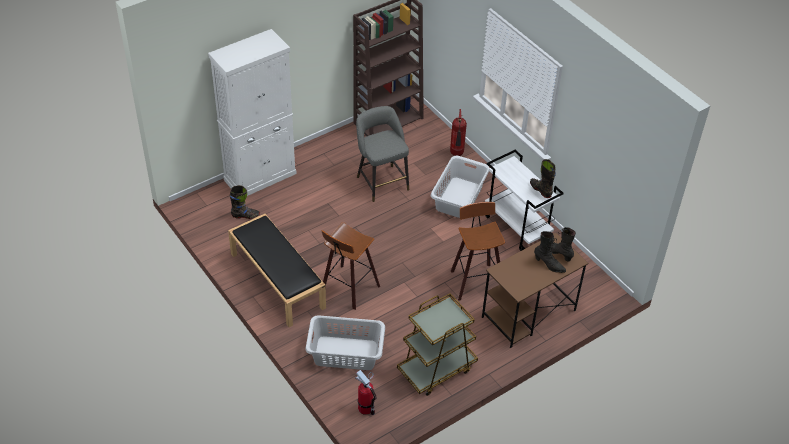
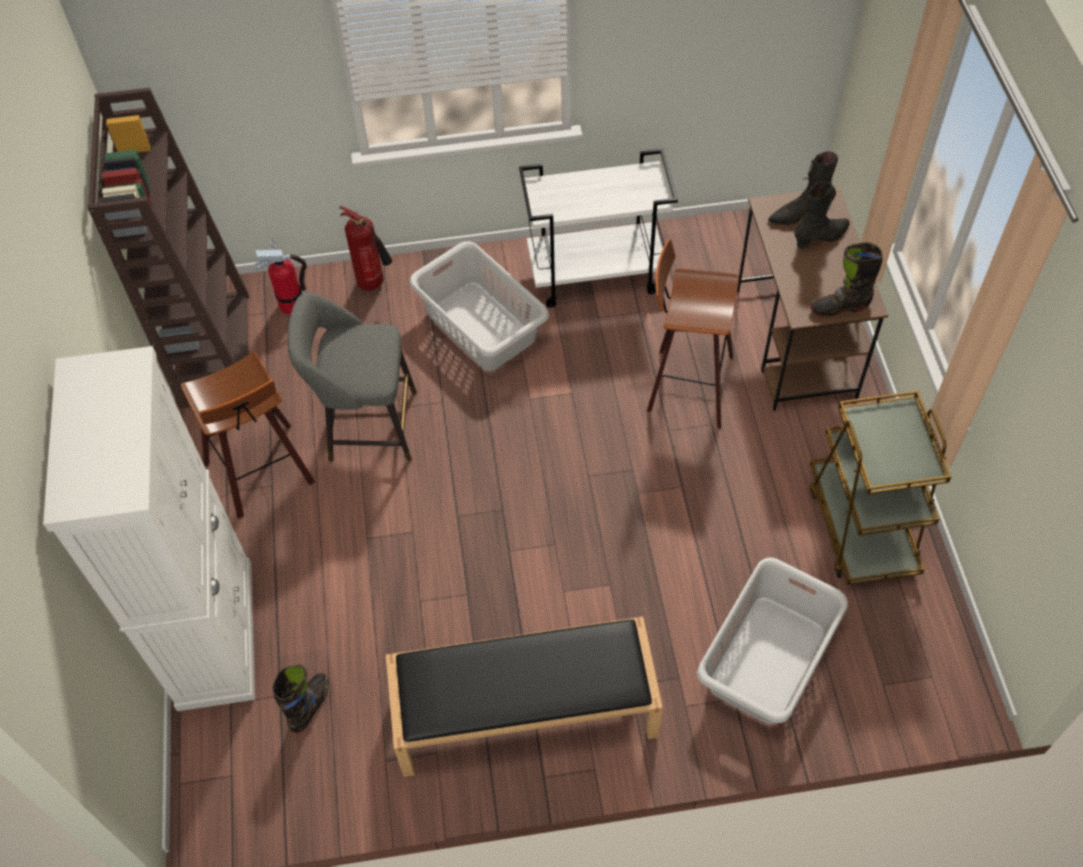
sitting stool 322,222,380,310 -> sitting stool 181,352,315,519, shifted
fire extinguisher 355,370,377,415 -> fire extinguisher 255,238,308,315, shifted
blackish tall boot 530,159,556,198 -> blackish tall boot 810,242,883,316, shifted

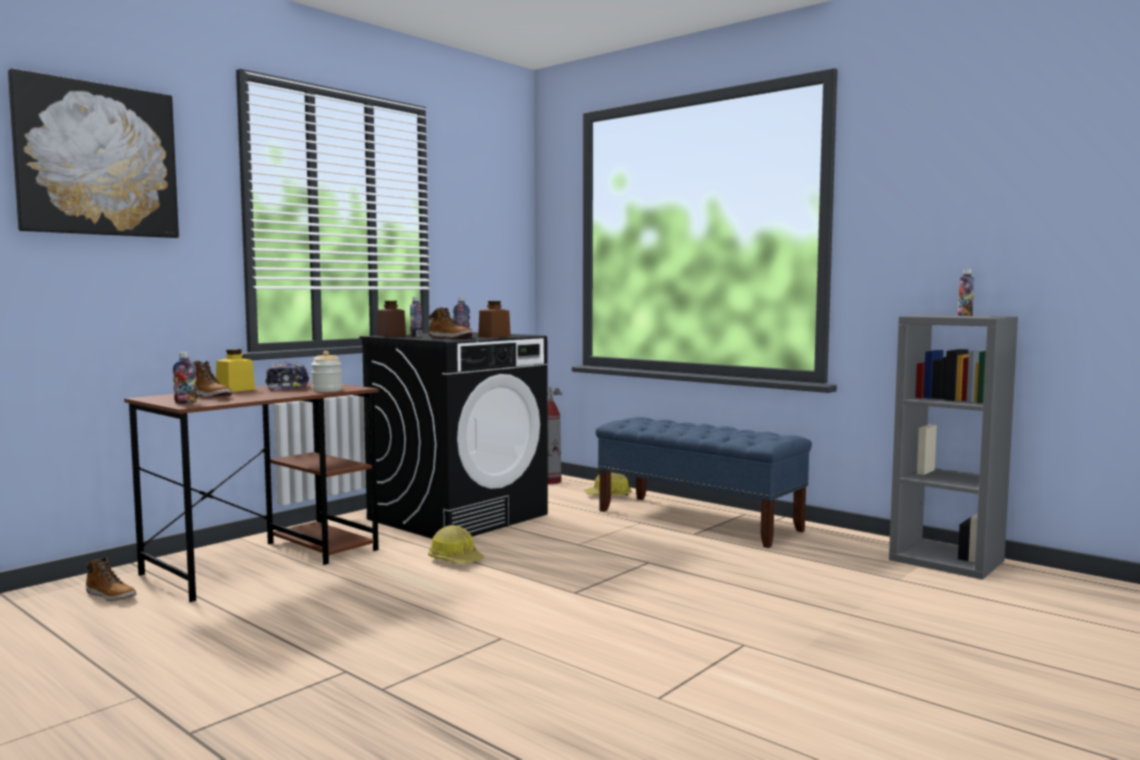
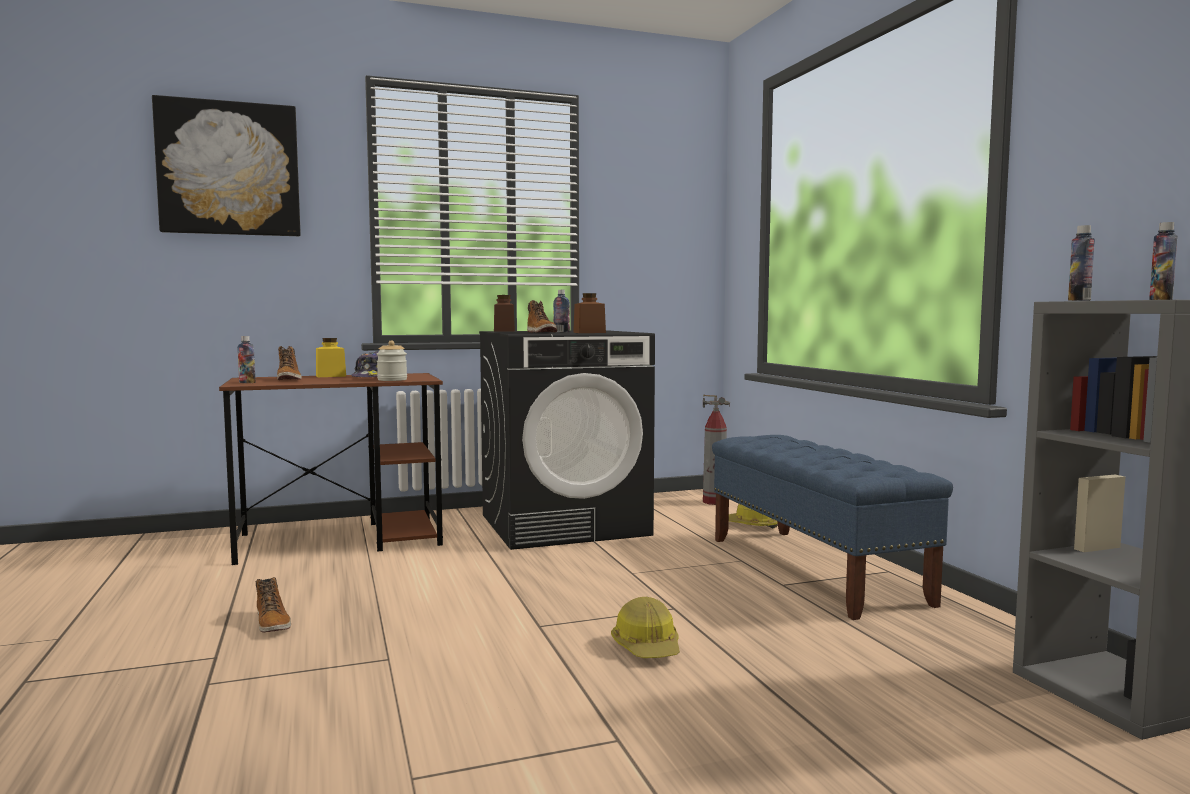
tall boot 86,557,136,601 -> tall boot 256,577,291,633, shifted
drink bottle 410,297,422,337 -> drink bottle 1068,225,1095,301, shifted
hard hat 428,525,484,564 -> hard hat 611,597,680,658, shifted

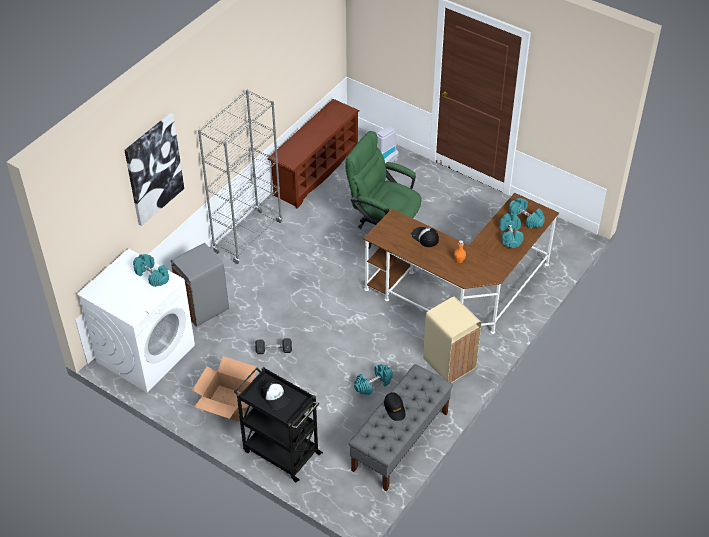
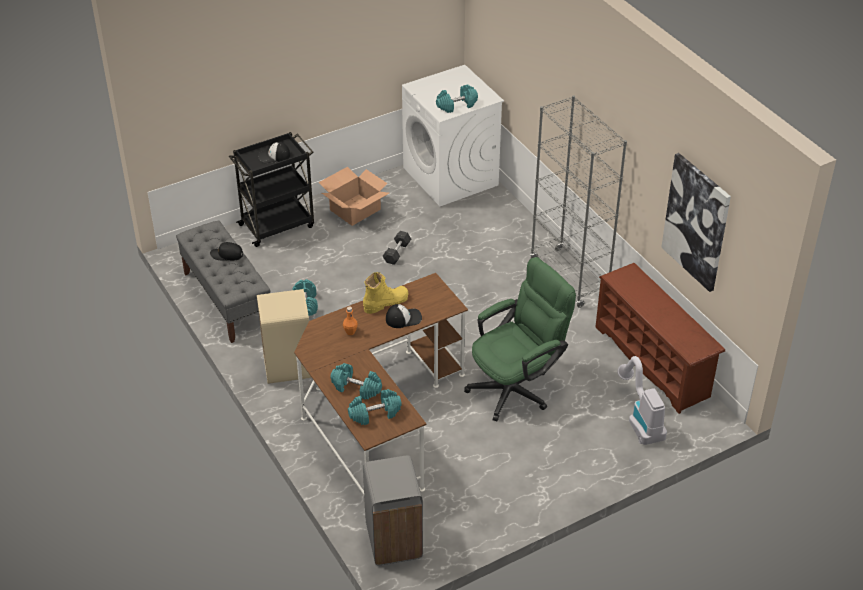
wall art 124,113,184,226 -> wall art 661,153,731,292, shifted
greyish rubbish bin 171,243,229,327 -> greyish rubbish bin 363,456,423,565, shifted
none -> yellow tall boot 363,272,409,314

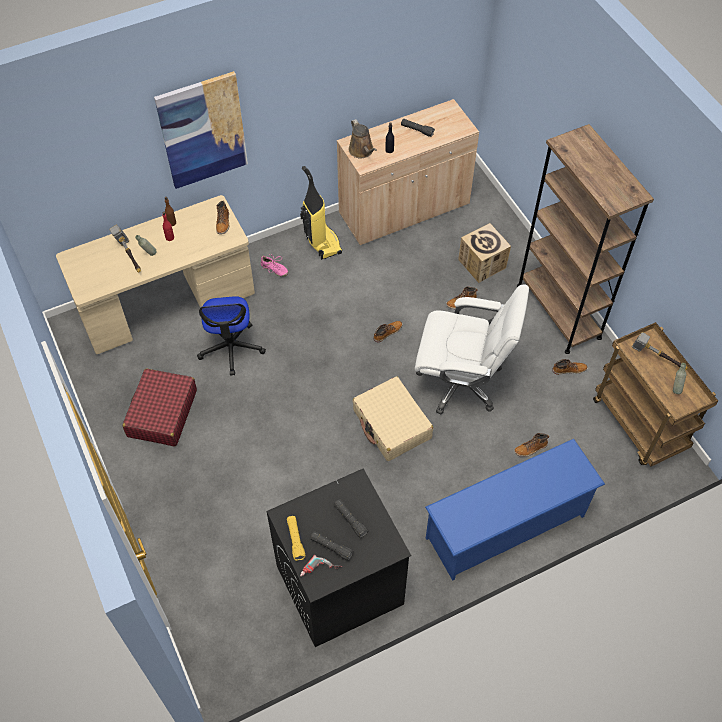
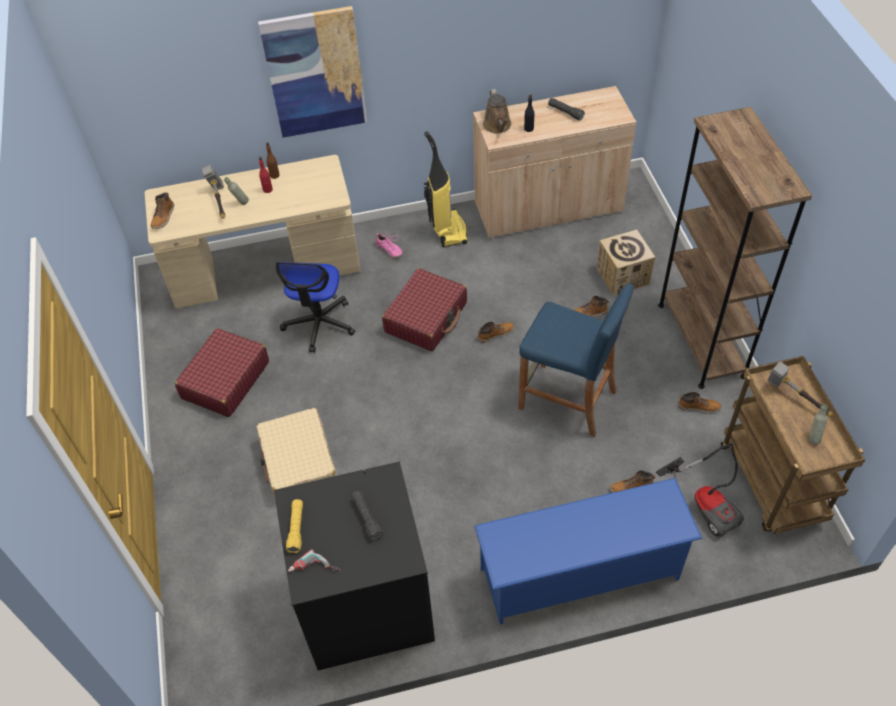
tall boot 216,201,229,234 -> tall boot 150,192,174,229, shifted
blackish flashlight 310,531,354,561 -> none
beige piece of luggage 353,376,433,461 -> beige piece of luggage 256,408,337,498, shifted
whitish computer chair 415,285,529,415 -> blue-coloured sitting stool 518,283,633,437
none -> reddish piece of luggage 382,268,467,351
none -> vacuum cleaner 656,443,744,538

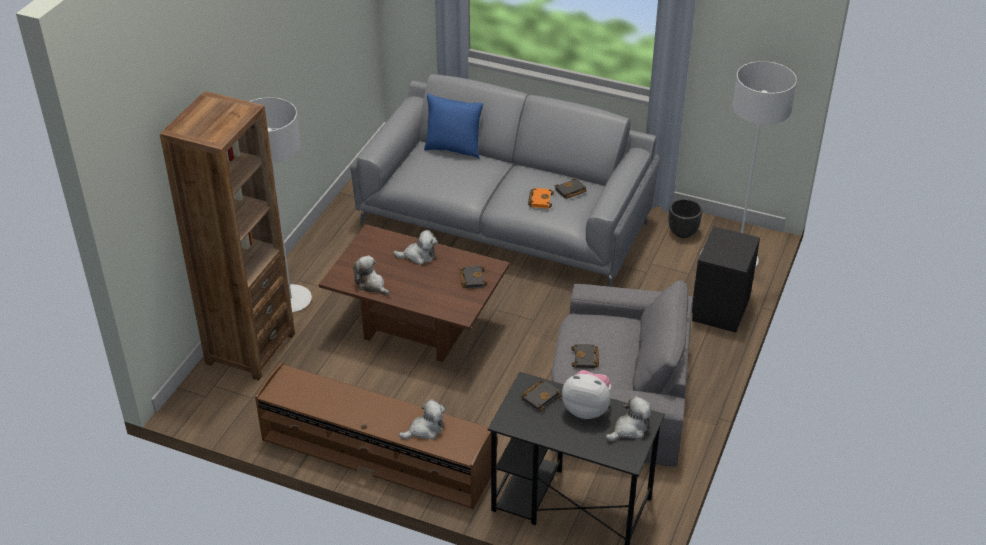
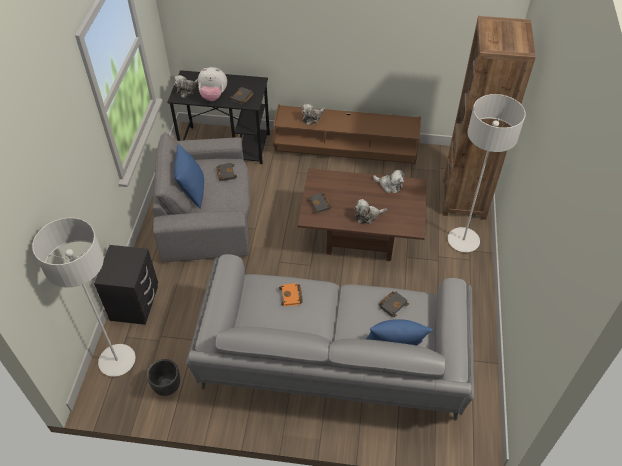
blackish book 555,178,587,199 -> blackish book 379,291,409,317, shifted
none -> blue-coloured throw pillow 174,144,204,209

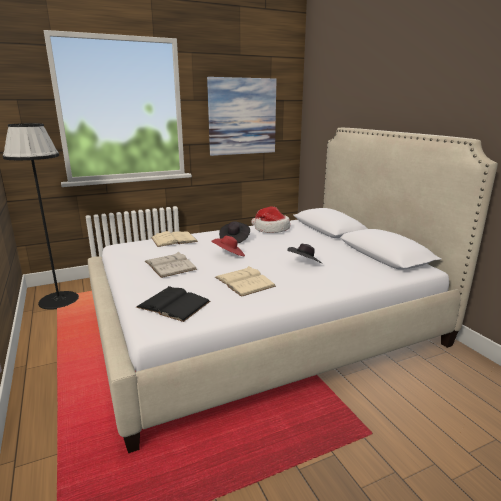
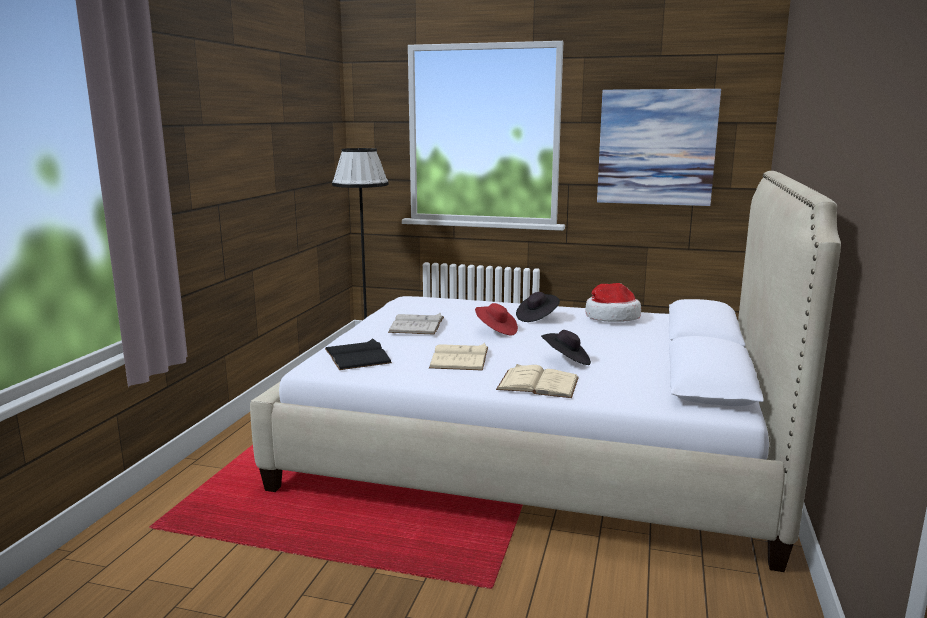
beige book 151,231,198,247 -> beige book 496,364,579,398, shifted

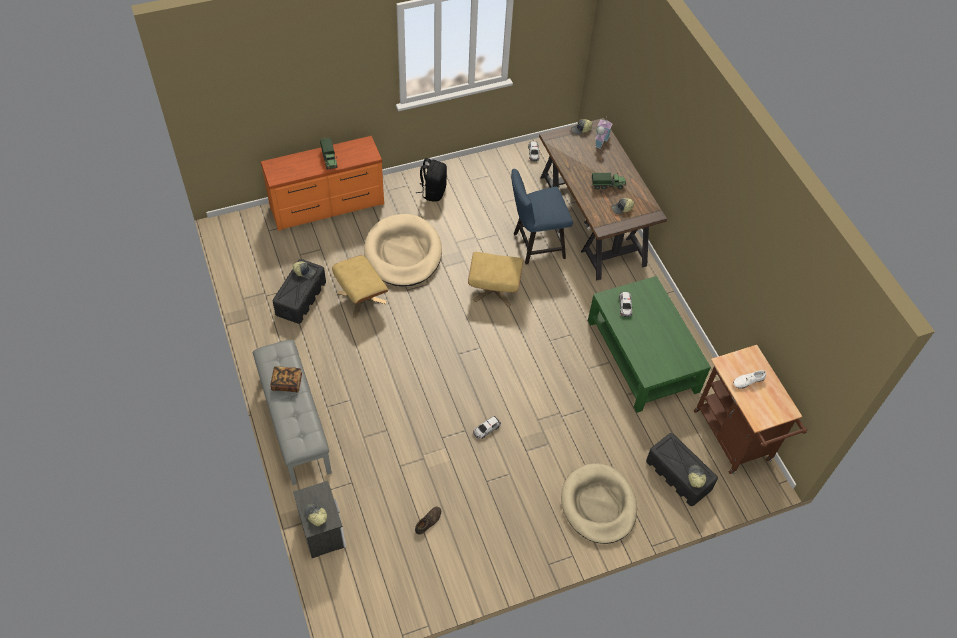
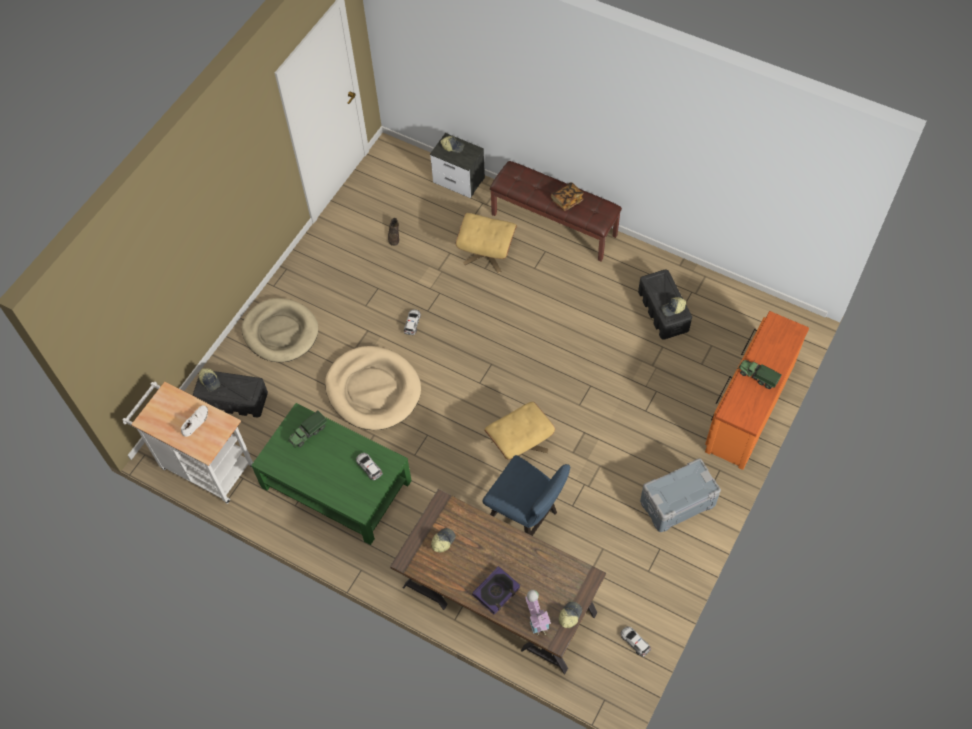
greyish long seat 253,340,332,485 -> brown-coloured long seat 490,161,622,261
beige ottoman 332,255,388,318 -> beige ottoman 455,213,517,273, shifted
beige dog cushion 364,214,442,287 -> beige dog cushion 325,346,421,430, shifted
blackish rucksack 416,158,447,202 -> greyish storage bin 640,459,721,532
blue-coloured upright chair 511,169,573,264 -> blue-coloured upright chair 482,455,570,536, 90 degrees clockwise
toy lorry 592,173,626,190 -> toy lorry 288,411,327,448, shifted
brown-coloured wheeled cart 694,345,807,474 -> whitish wheeled cart 122,382,253,504
none -> book 472,566,520,614

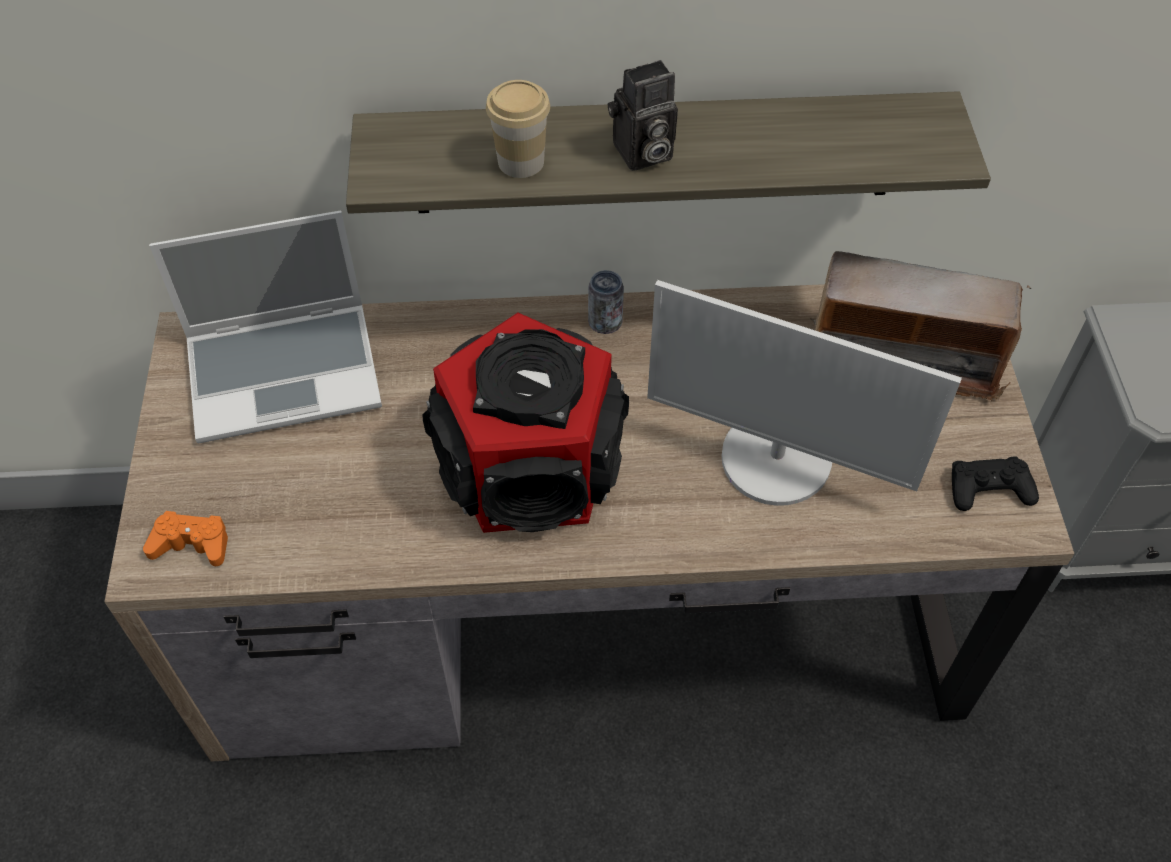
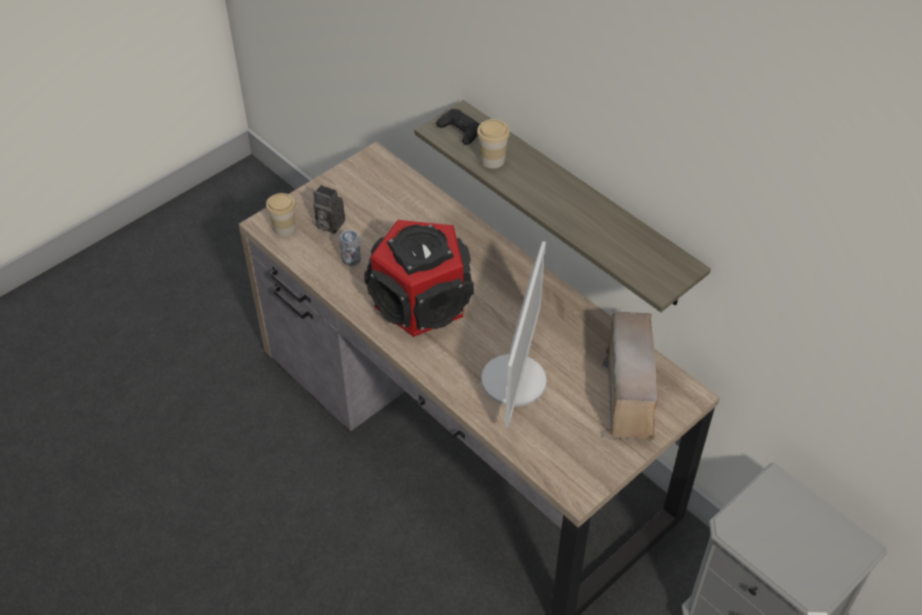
orange-coloured game controller 143,511,228,566 -> drinking cup 266,193,296,236
laptop 149,210,382,443 -> none
sealed can 588,270,624,334 -> sealed can 340,230,361,266, shifted
photo camera 608,60,678,171 -> photo camera 313,185,345,234, shifted
monitor 647,280,962,506 -> monitor 481,241,546,428, 150 degrees counterclockwise
radio set 810,251,1031,402 -> radio set 602,309,658,440, 150 degrees counterclockwise
blackish game controller 952,456,1039,511 -> blackish game controller 436,109,480,145, shifted

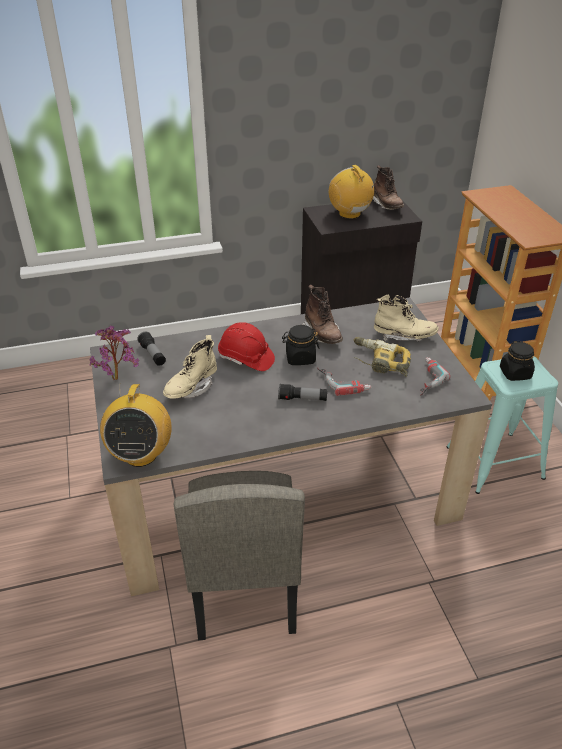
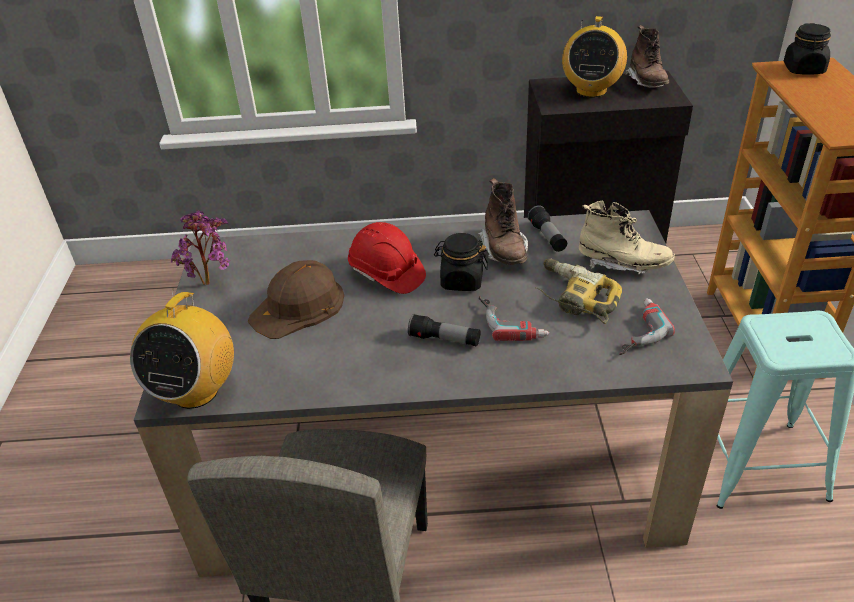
flashlight 138,332,166,366 -> flashlight 527,205,567,252, shifted
beige tall boot 163,335,217,399 -> brown-coloured hard hat 248,260,344,339
radio set 329,165,377,219 -> radio set 562,16,627,98, 150 degrees counterclockwise
blackish preserve jar 500,341,535,381 -> blackish preserve jar 784,23,831,75, shifted

